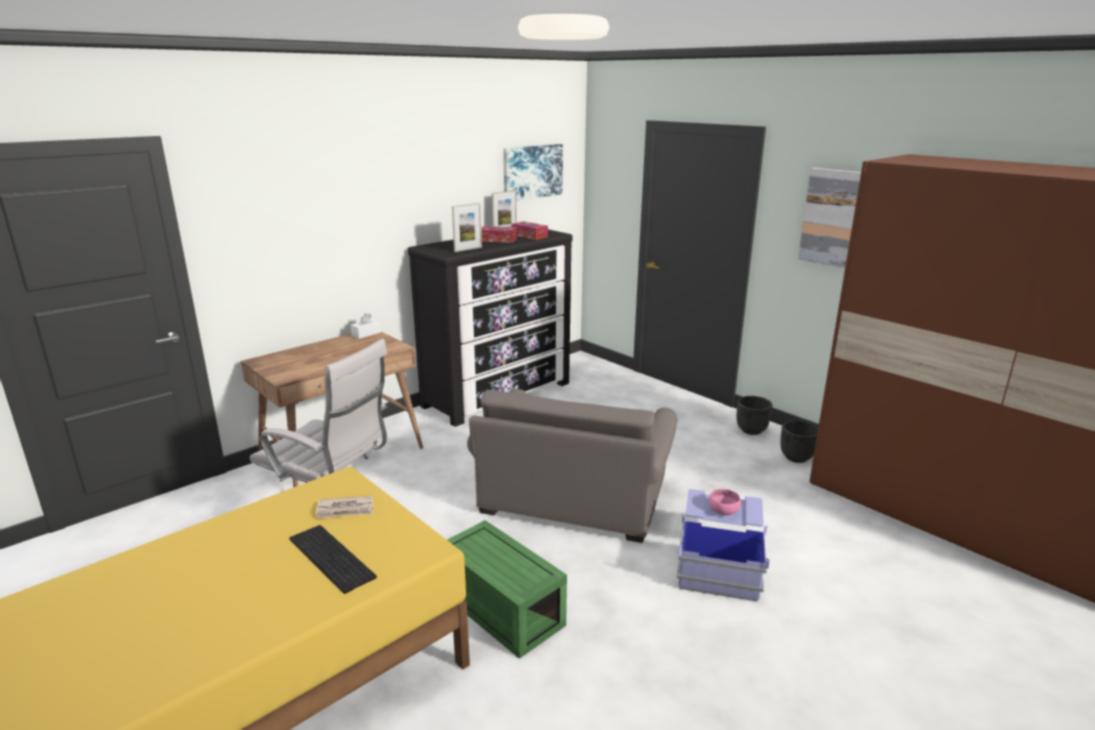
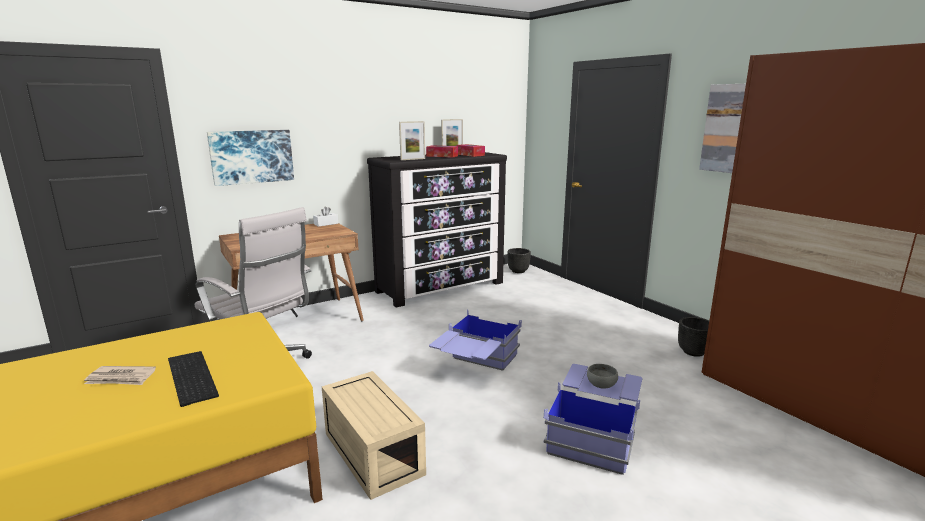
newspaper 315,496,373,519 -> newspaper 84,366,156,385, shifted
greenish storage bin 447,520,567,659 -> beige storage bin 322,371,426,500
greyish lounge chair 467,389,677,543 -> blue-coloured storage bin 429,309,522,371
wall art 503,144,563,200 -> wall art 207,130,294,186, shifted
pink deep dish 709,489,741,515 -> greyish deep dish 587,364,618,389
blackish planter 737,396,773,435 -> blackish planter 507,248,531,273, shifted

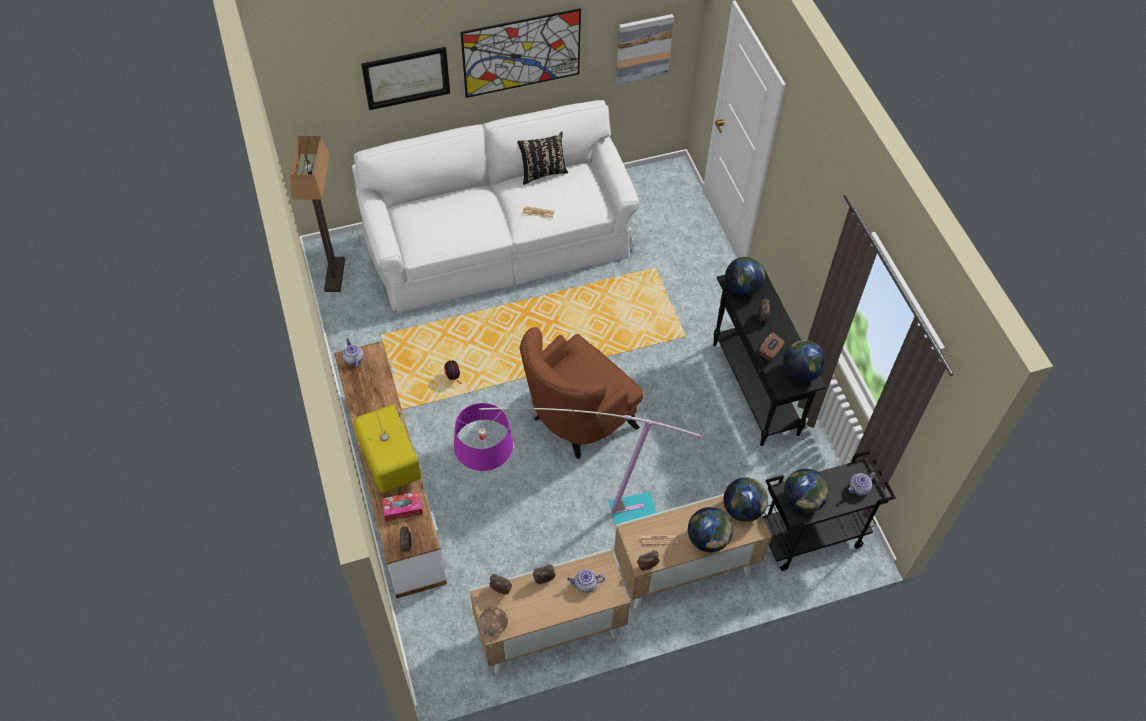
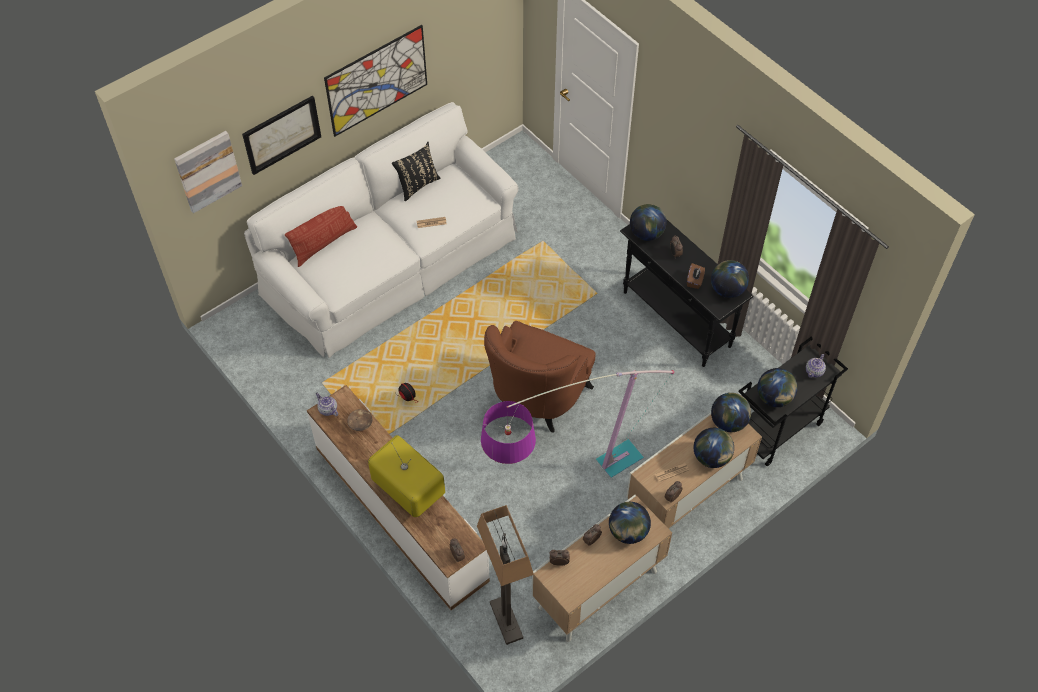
floor lamp 290,136,345,292 -> floor lamp 477,505,534,645, shifted
box of tissues 382,491,423,522 -> none
brown-coloured deep dish 478,607,508,636 -> brown-coloured deep dish 347,409,372,431, shifted
tea pot 567,569,605,593 -> desk globe 609,502,651,544
wall art 616,14,674,85 -> wall art 174,131,242,213, shifted
none -> throw pillow 285,206,357,267

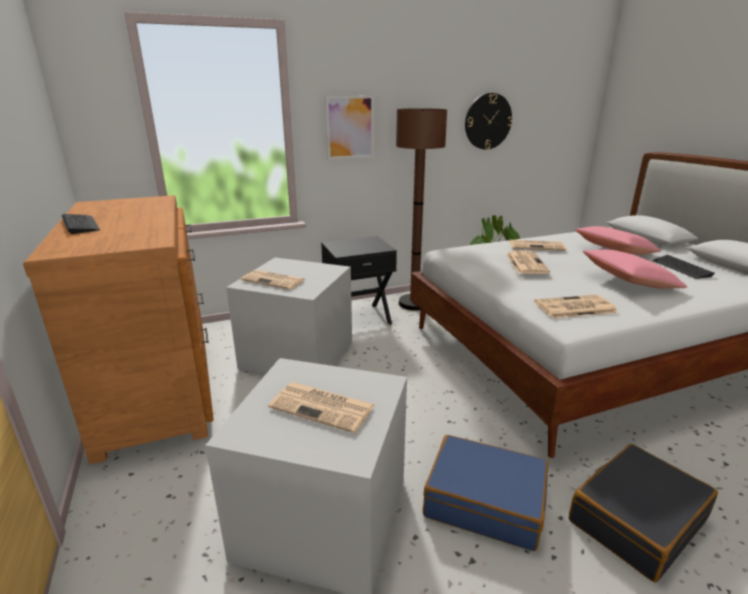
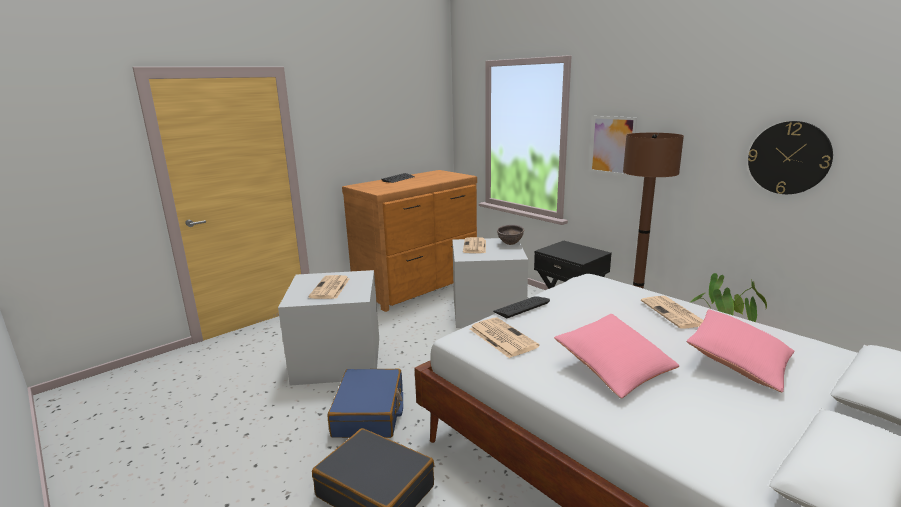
newspaper 506,251,550,274 -> none
computer keyboard 653,255,715,279 -> computer keyboard 493,296,550,318, shifted
none -> brown-coloured deep dish 497,225,524,245

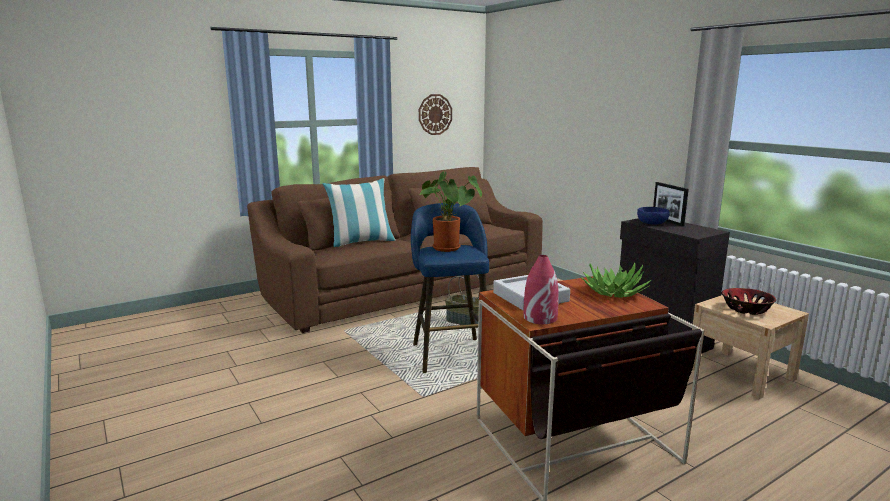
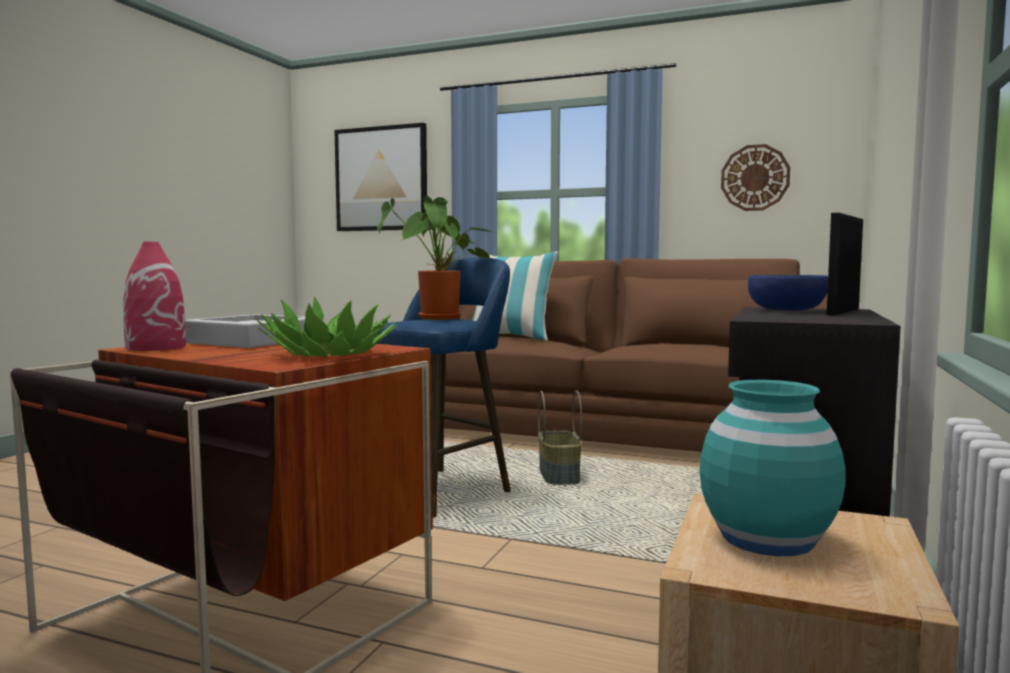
deep dish 722,288,776,315 -> turquoise vase 700,380,846,556
none -> wall art 335,123,427,231

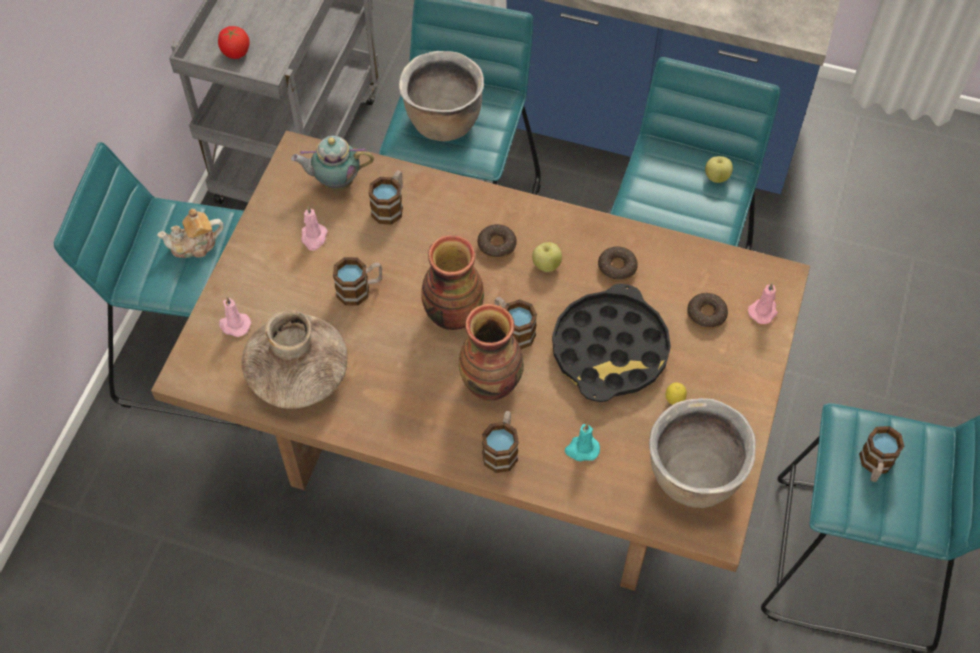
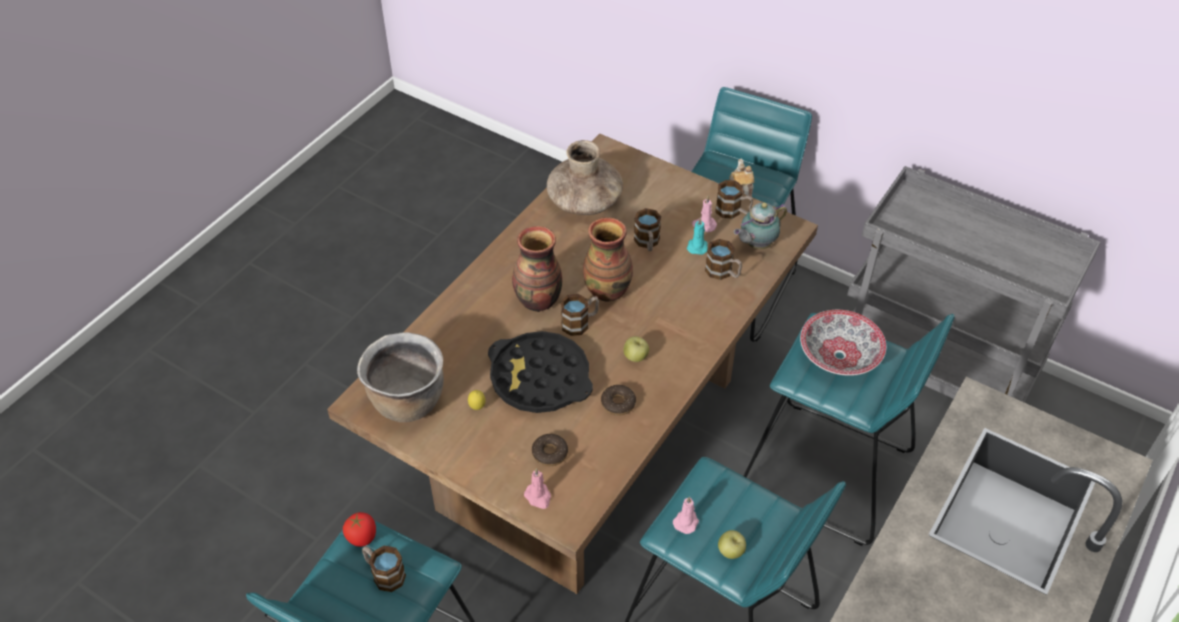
fresh tomato 218,26,250,59 -> fresh tomato 343,512,376,547, shifted
pink wax light 219,297,251,337 -> pink wax light 673,497,699,534, shifted
tea pot 291,136,374,191 -> tea pot 734,203,787,249, 135 degrees counterclockwise
brown-coloured cooking pot 399,51,484,141 -> deep dish 800,310,886,376
donut 477,224,517,259 -> none
tea mug 482,411,519,473 -> tea mug 715,180,753,219, shifted
turquoise wax light 565,423,600,461 -> turquoise wax light 687,217,708,255, shifted

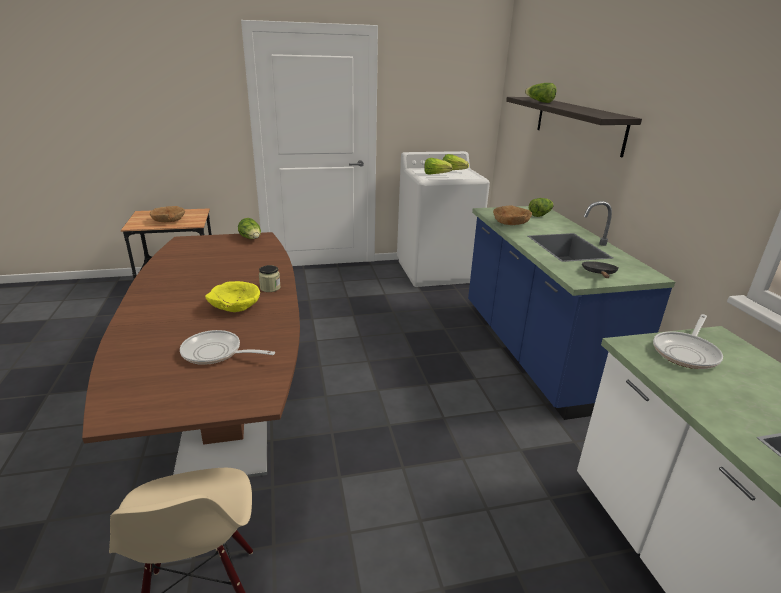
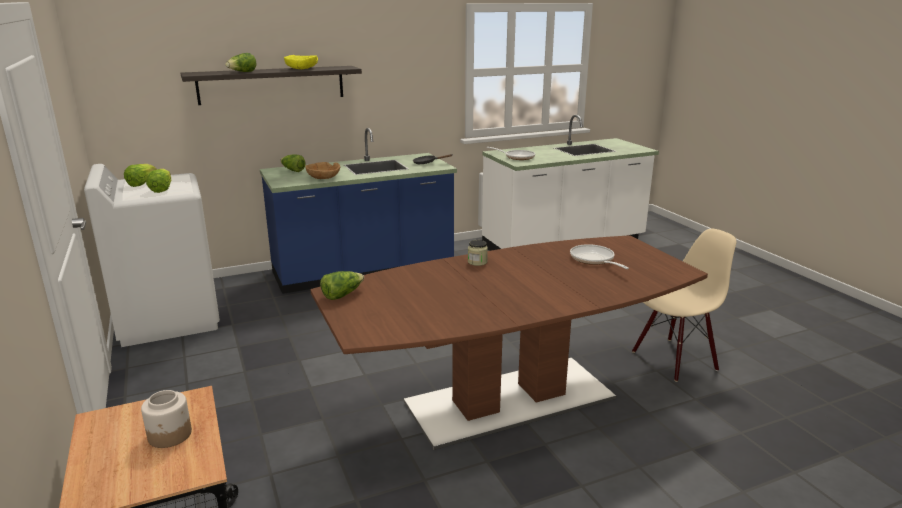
brown-coloured deep dish 150,206,185,222 -> preserve jar 141,390,192,448
skillet 180,330,275,365 -> skillet 570,244,629,269, 150 degrees clockwise
yellow deep dish 205,281,260,312 -> yellow deep dish 284,55,318,69, shifted

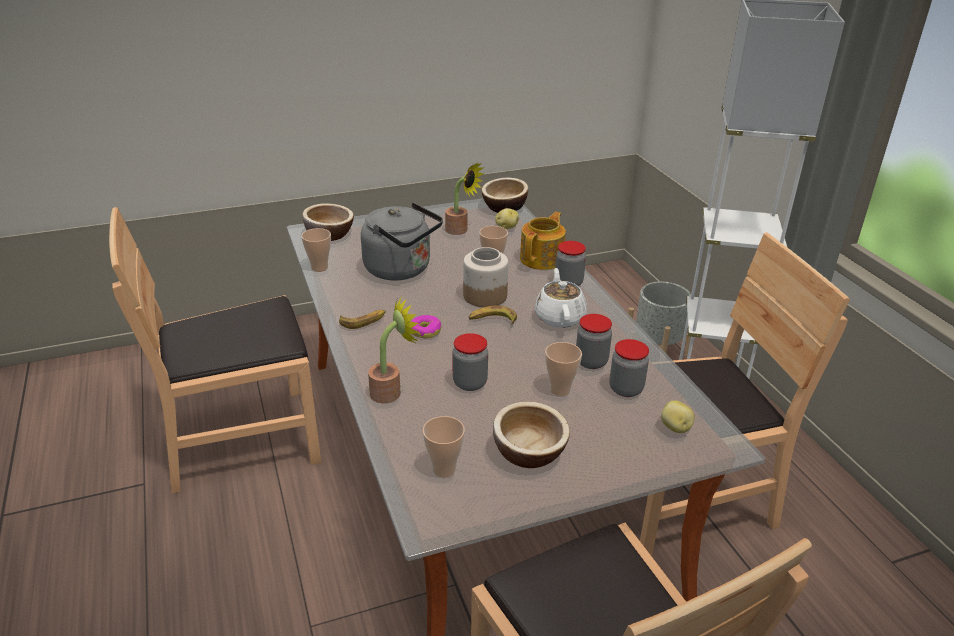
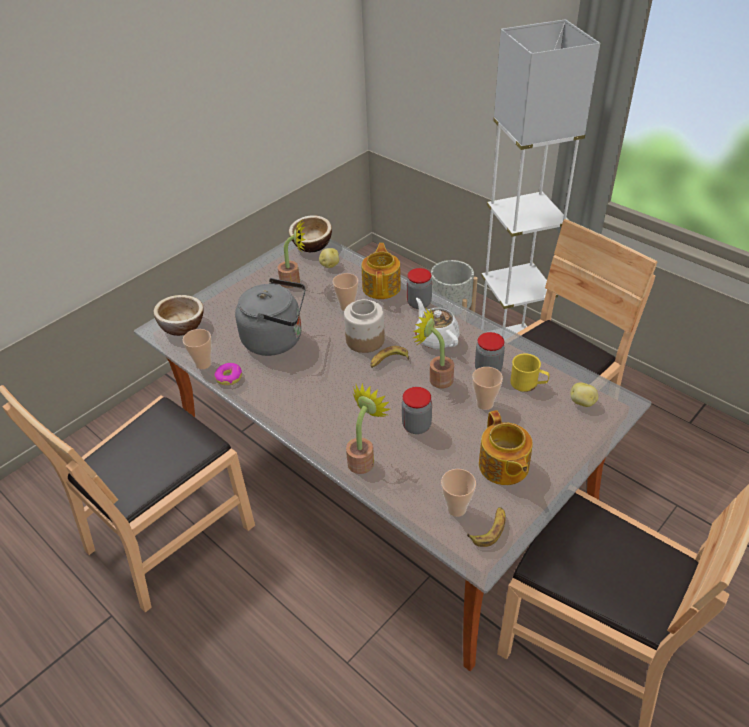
whole banana 339,310,386,329 -> whole banana 467,507,506,547, shifted
donut 411,315,441,338 -> donut 214,363,242,385, shifted
deep dish 493,402,570,468 -> tea pot 479,410,533,485
preserve jar 609,339,649,397 -> yellow tea mug 510,353,550,392
none -> potted plant 413,309,454,388

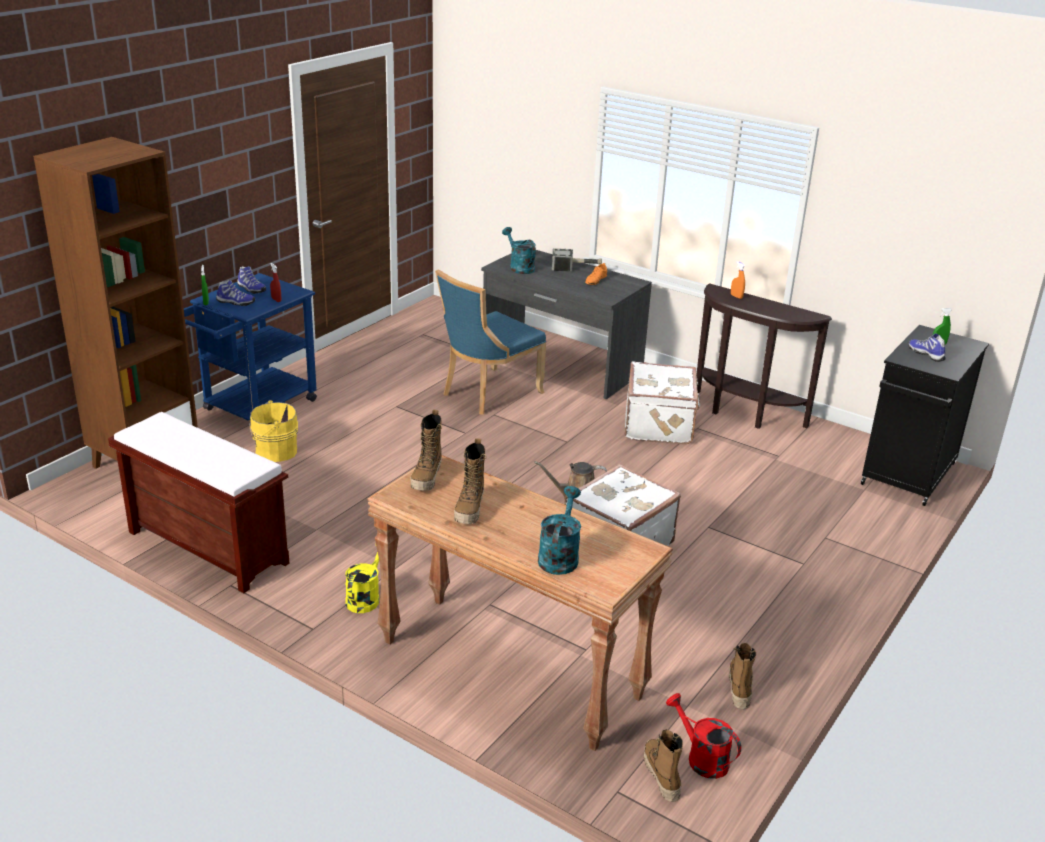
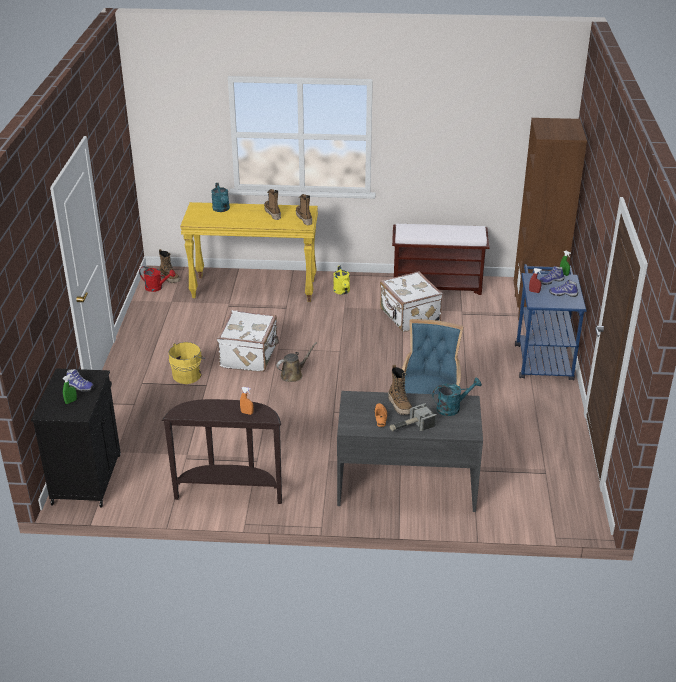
yellow pail 249,400,298,462 -> yellow pail 169,342,205,384, shifted
brown-coloured narrow table 367,455,673,751 -> yellow narrow table 180,202,318,302
turquoise watering pot 502,227,536,274 -> turquoise watering pot 432,377,482,416, 45 degrees counterclockwise
whitish piece of luggage 625,362,700,444 -> whitish piece of luggage 380,271,443,332, shifted
tall boot 729,643,756,709 -> tall boot 388,365,412,415, shifted

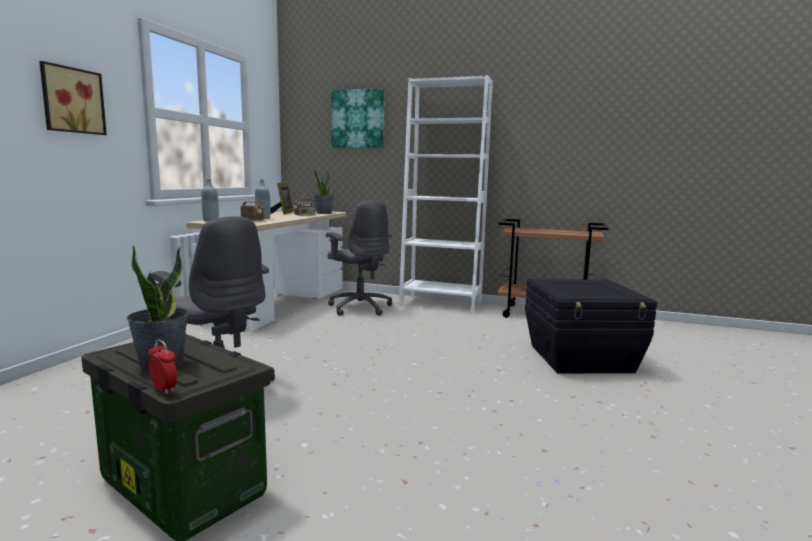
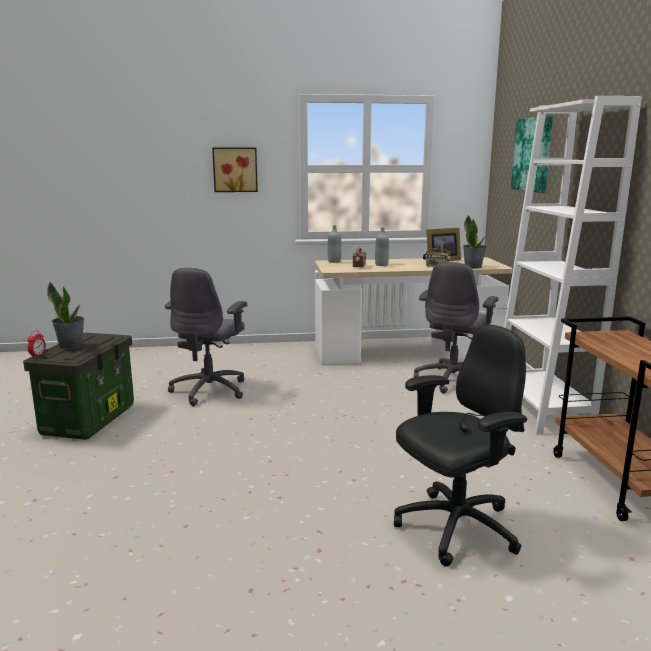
blackish storage bin 525,279,657,374 -> blackish computer chair 394,324,527,567

